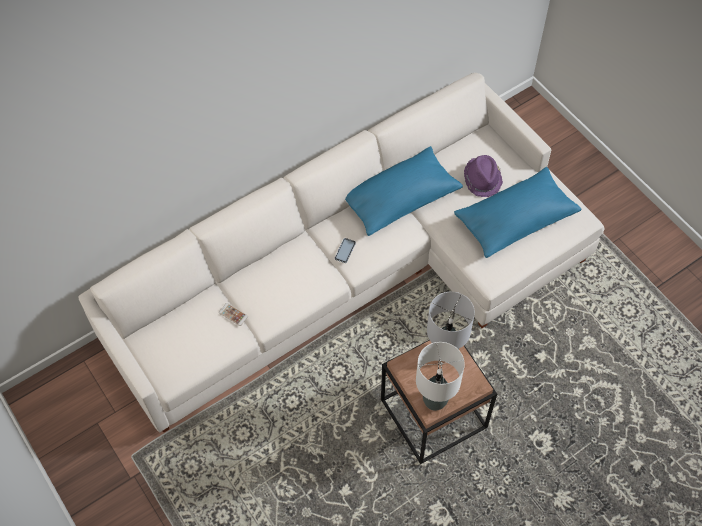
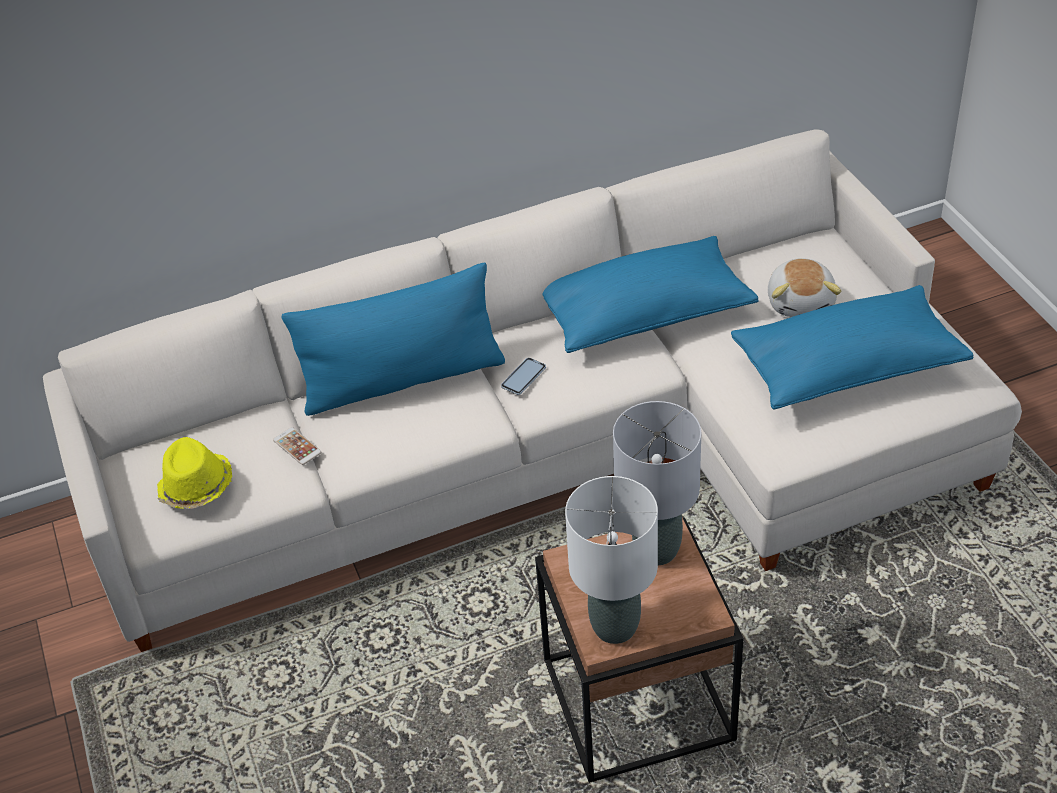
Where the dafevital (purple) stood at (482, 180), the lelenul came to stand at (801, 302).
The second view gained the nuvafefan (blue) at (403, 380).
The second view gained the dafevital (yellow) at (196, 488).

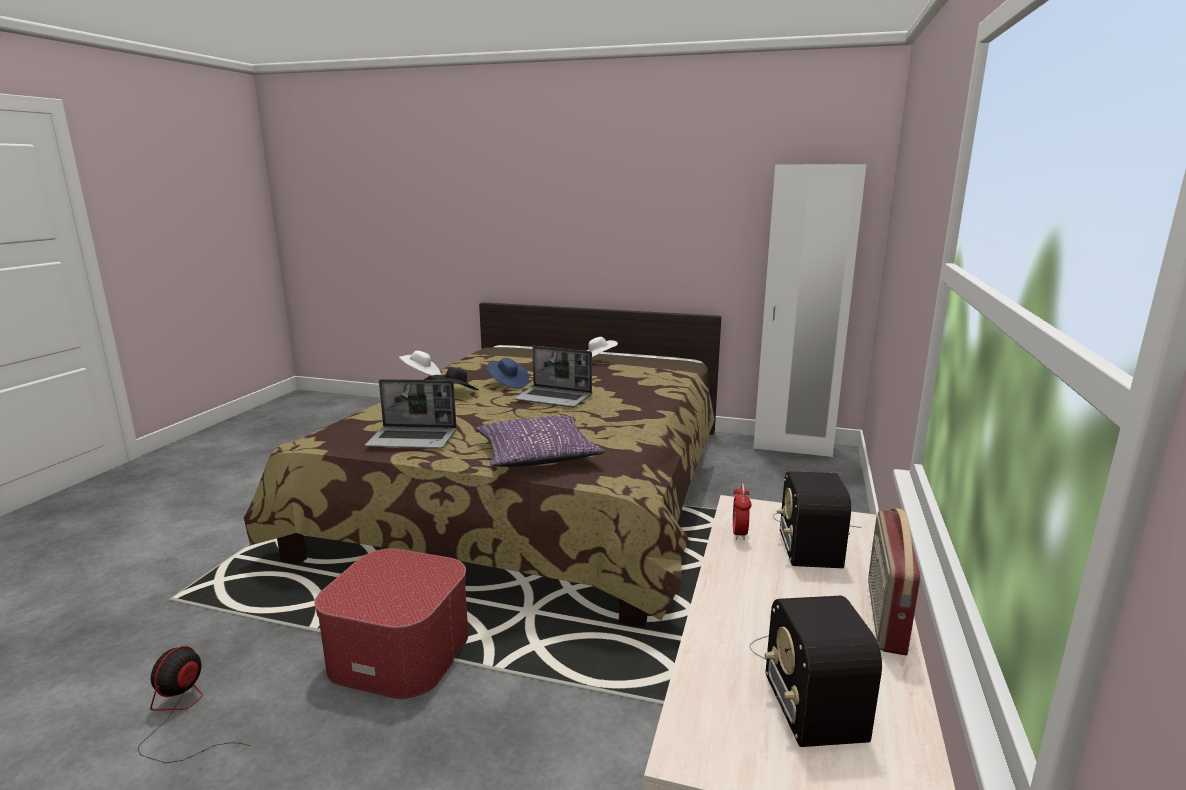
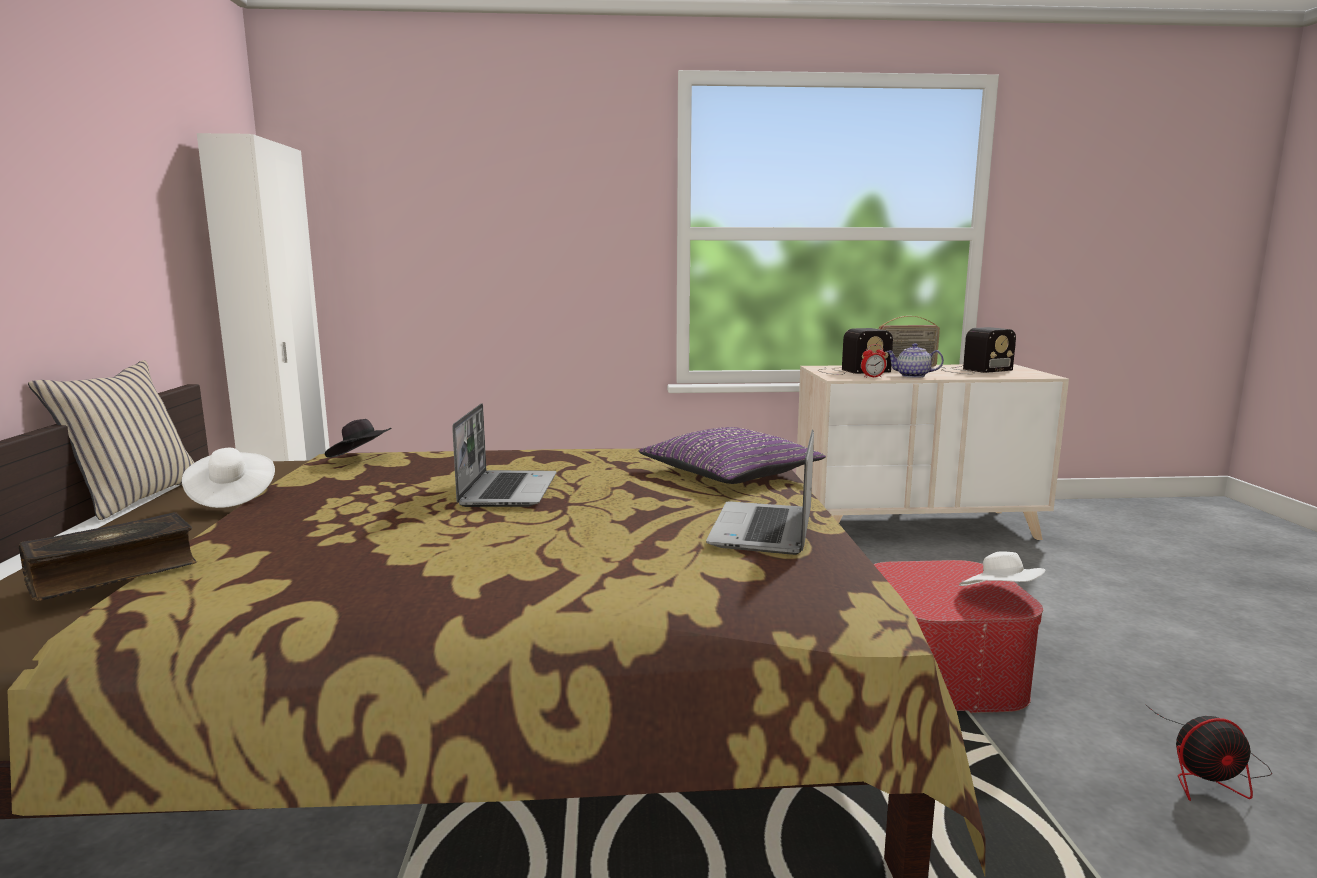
The dafevital (white) ended up elsewhere, having gone from (421, 375) to (1000, 597).
The second view lost the dafevital (blue) at (507, 384).
The dafevital (black) ended up elsewhere, having gone from (456, 393) to (361, 458).
The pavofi at (414, 439) ended up facing another way, 150 degrees counterclockwise from before.
The second view gained the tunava at (912, 376).
The second view gained the nuvafefan (beige) at (134, 497).
The second view gained the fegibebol at (113, 572).

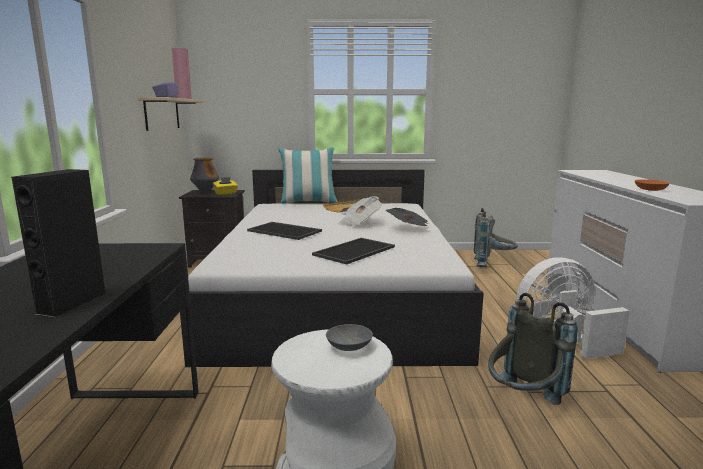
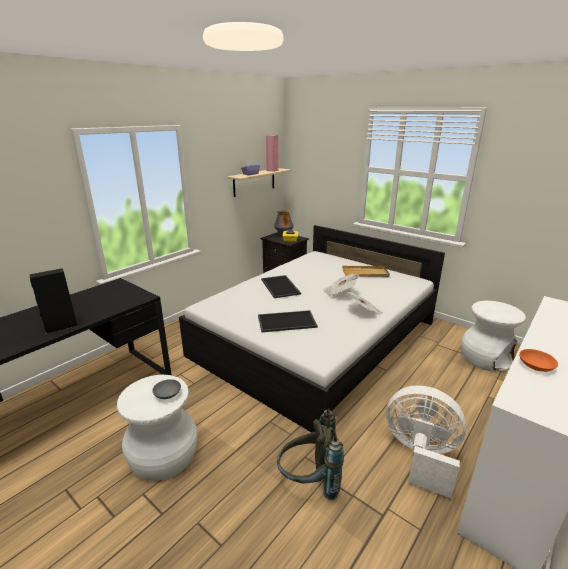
The second view lost the nuvafefan at (308, 202).
Where the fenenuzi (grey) stood at (492, 264), the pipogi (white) came to stand at (485, 357).

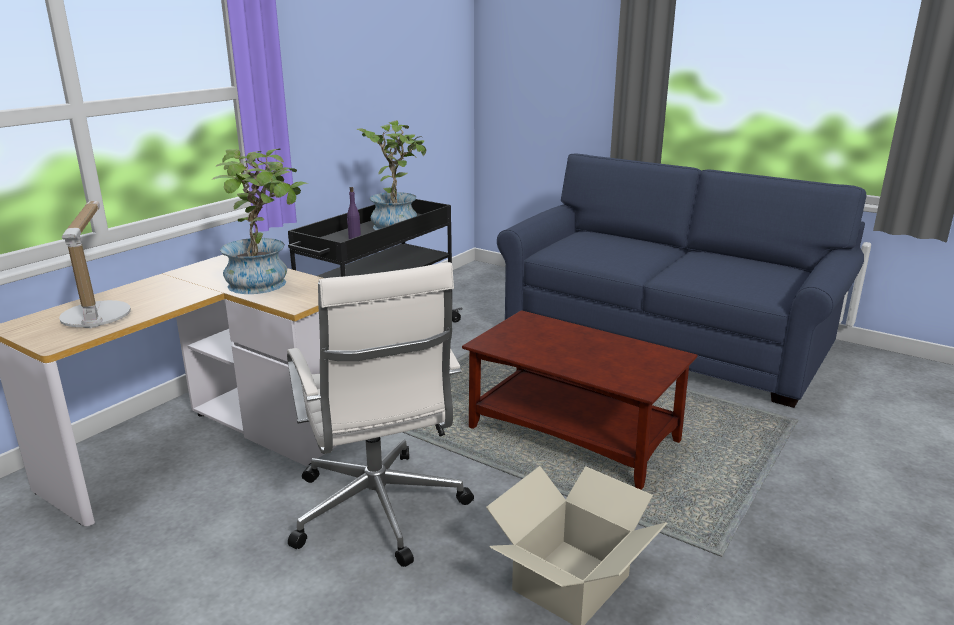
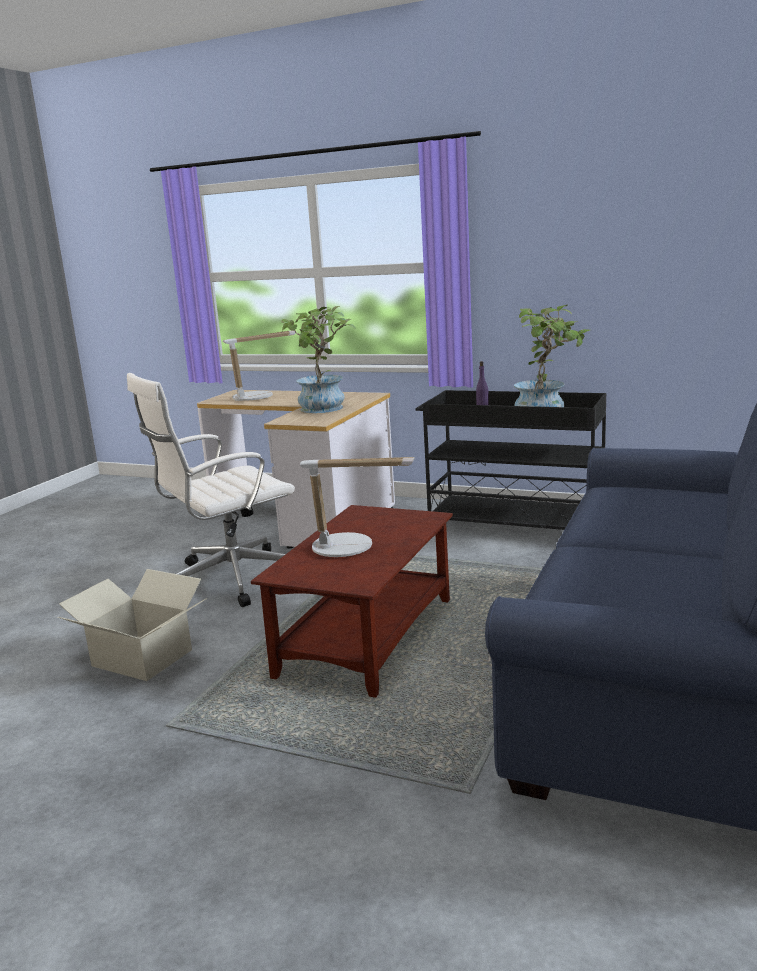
The second view gained the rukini at (350, 547).

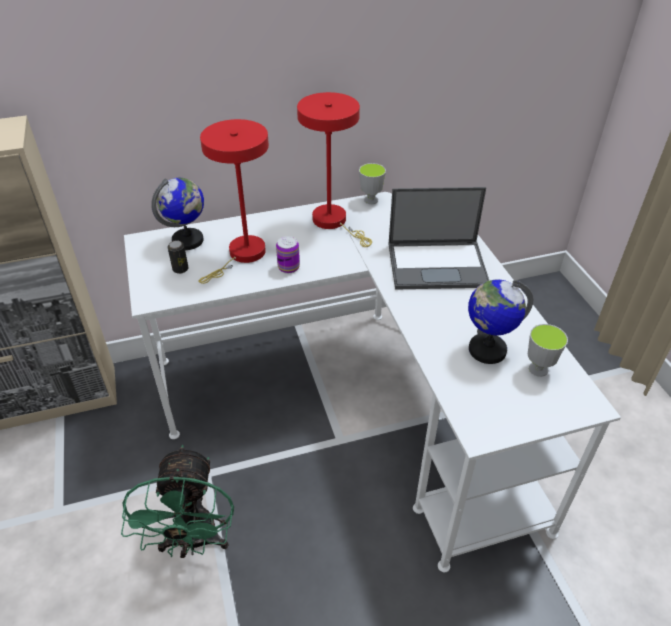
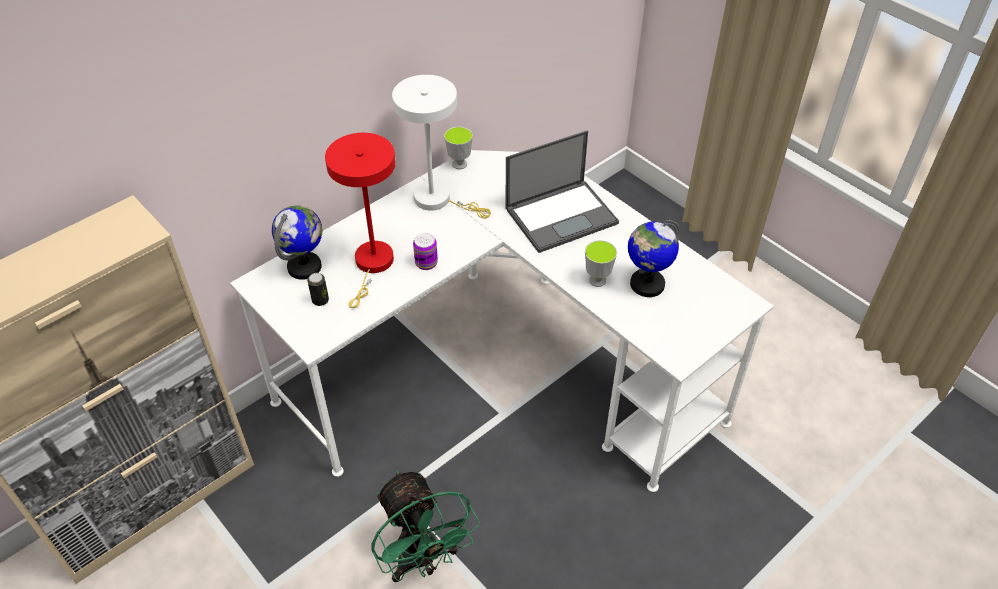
What was the rukini (red) at (334, 222) turned into the rukini (white) at (438, 200).
The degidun ended up elsewhere, having gone from (538, 369) to (597, 280).

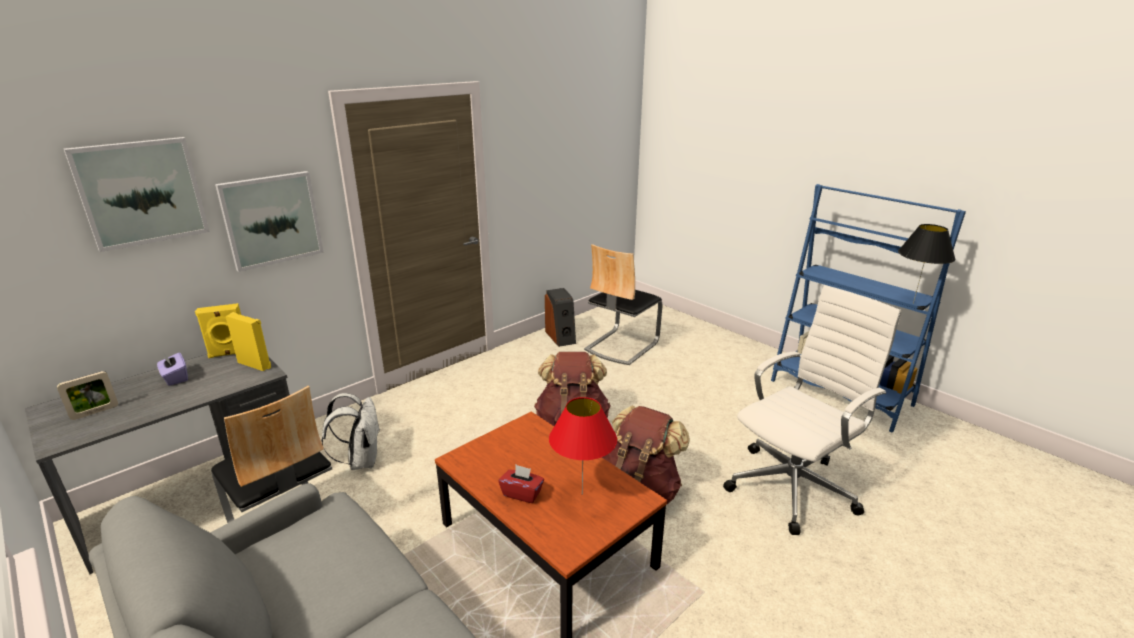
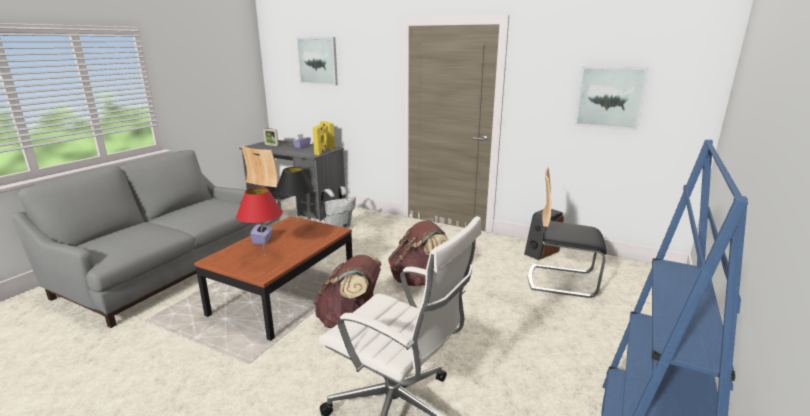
The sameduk ended up elsewhere, having gone from (271, 220) to (610, 97).
The rukini (black) ended up elsewhere, having gone from (913, 303) to (298, 227).
What was the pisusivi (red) at (522, 493) turned into the pisusivi (purple) at (263, 240).

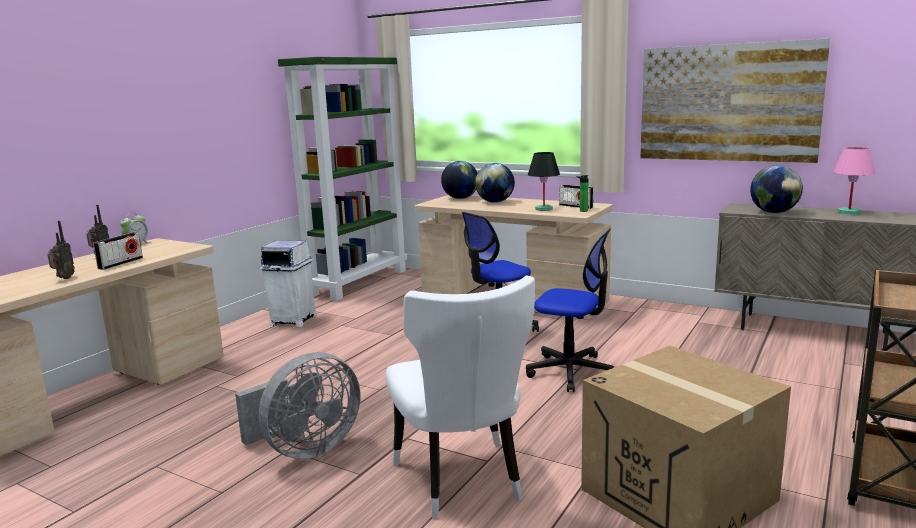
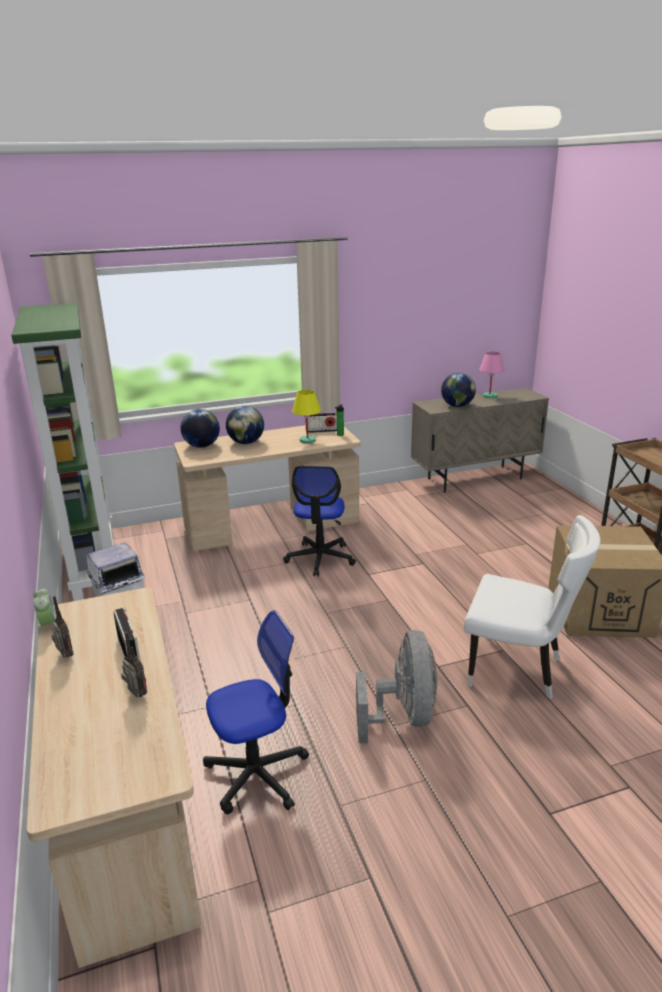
The second view lost the sameduk at (728, 103).
What was the rukini (black) at (543, 209) turned into the rukini (yellow) at (307, 440).
The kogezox ended up elsewhere, having gone from (571, 371) to (257, 774).

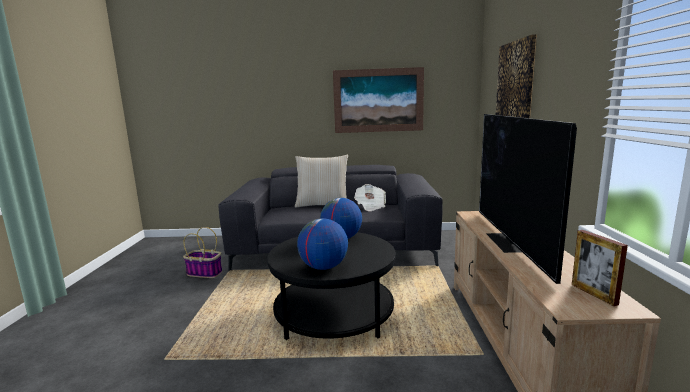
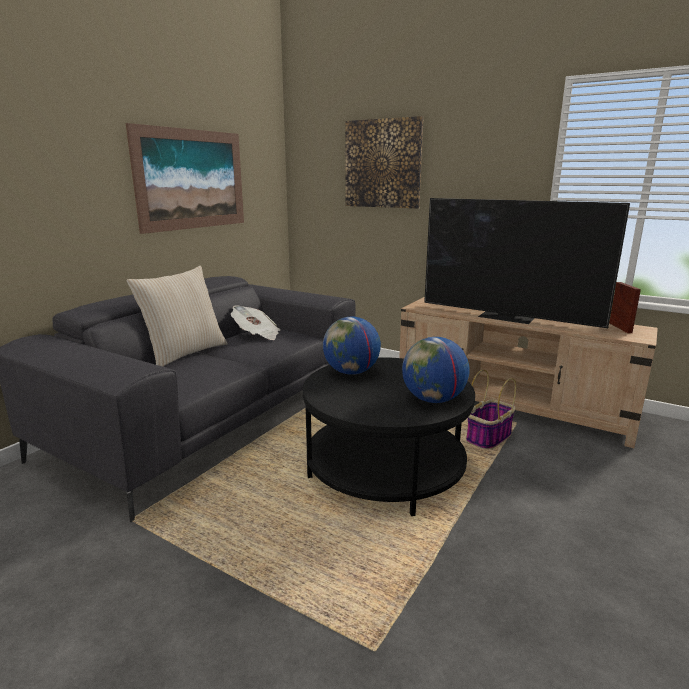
The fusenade ended up elsewhere, having gone from (205, 273) to (488, 437).
The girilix at (593, 294) ended up facing another way, 105 degrees counterclockwise from before.

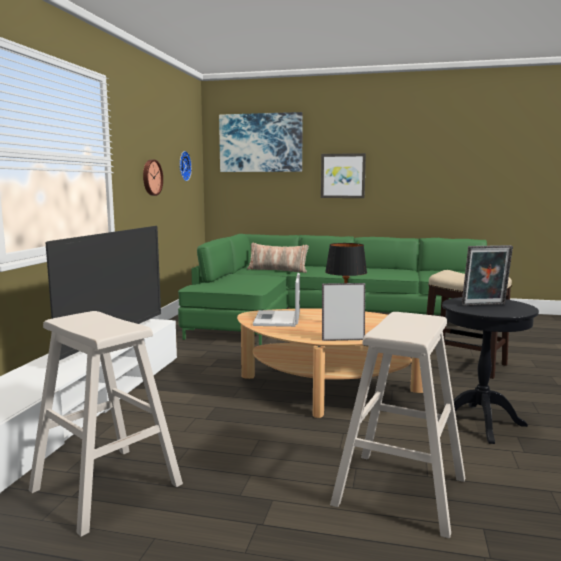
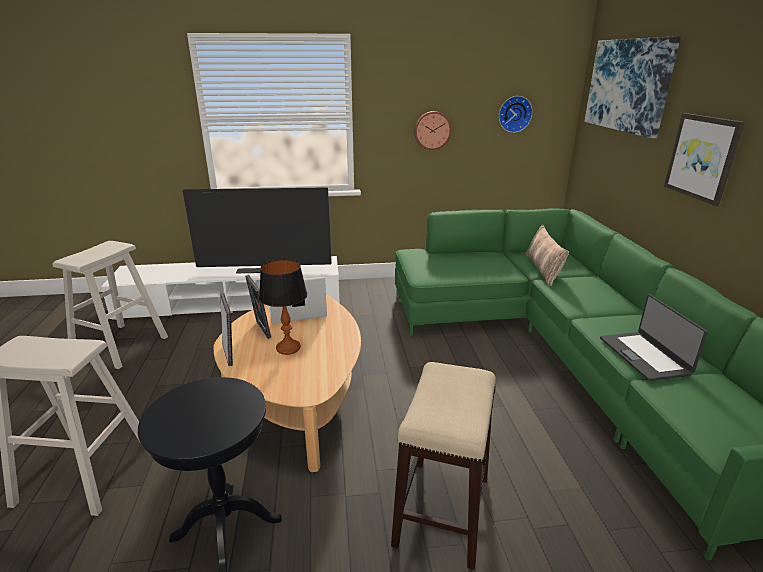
The girilix ended up elsewhere, having gone from (484, 305) to (261, 330).
The second view gained the pavofi at (645, 355).

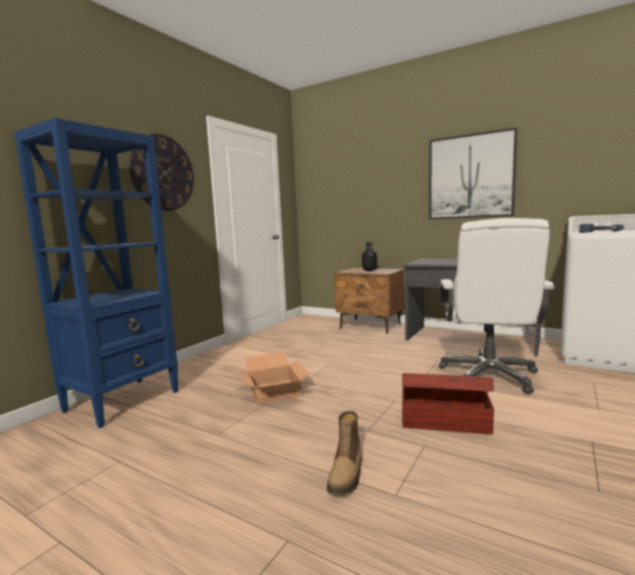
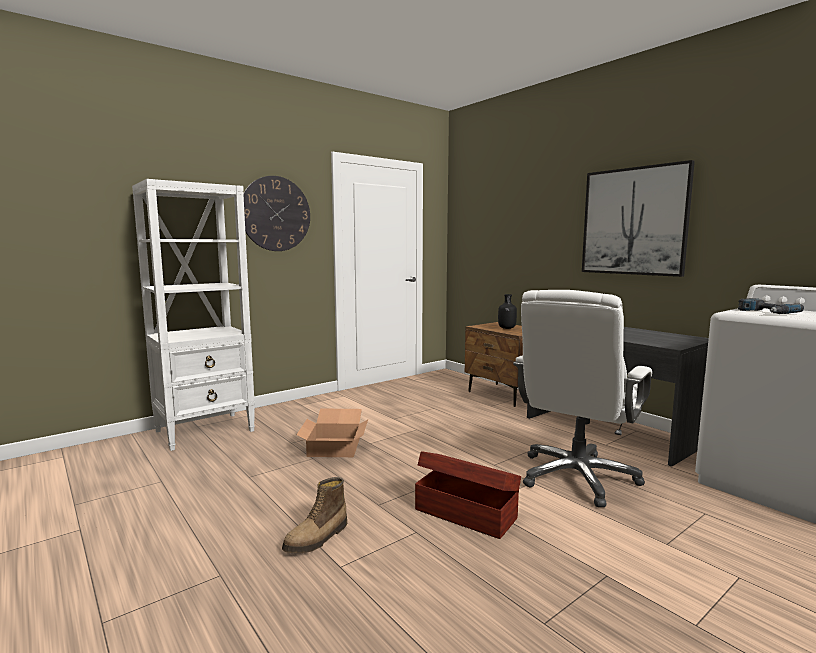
What was the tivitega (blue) at (124, 401) turned into the tivitega (white) at (206, 431).

